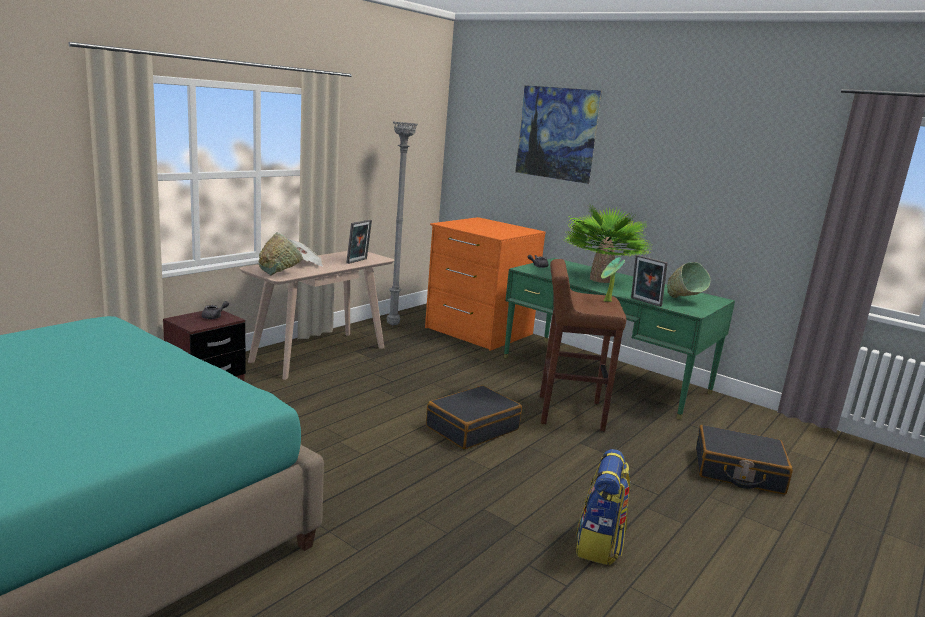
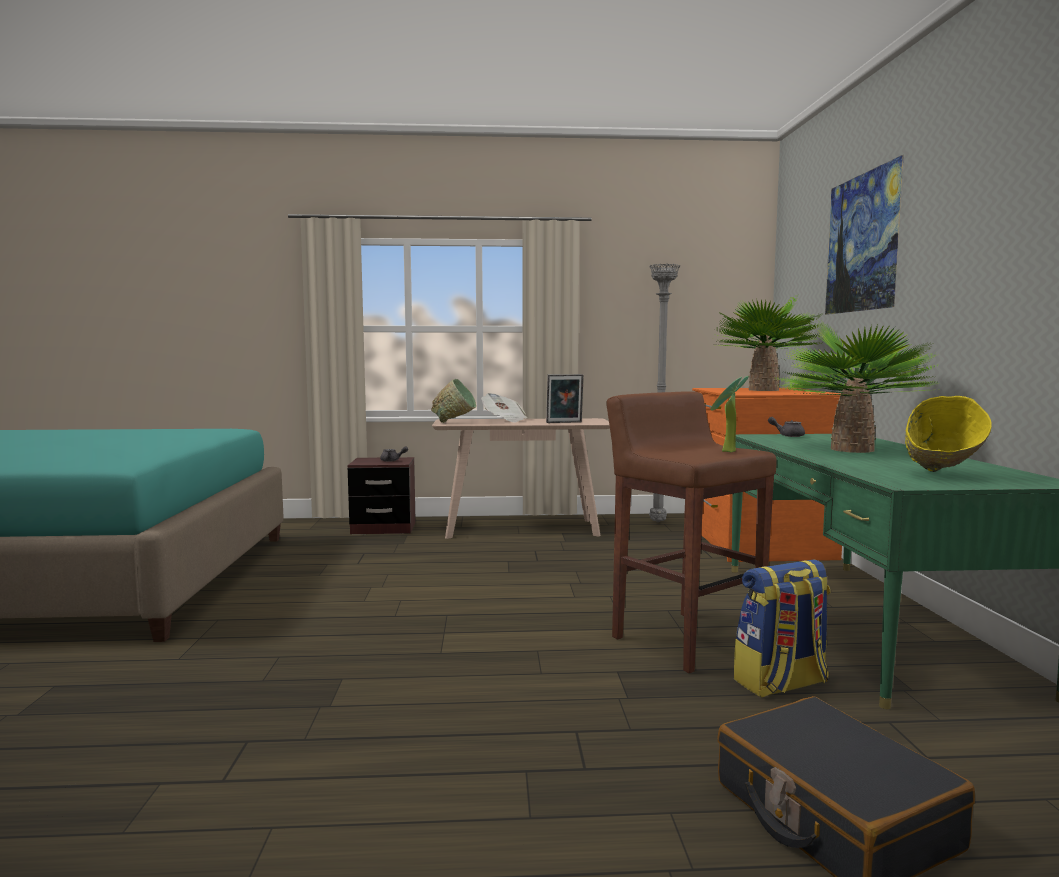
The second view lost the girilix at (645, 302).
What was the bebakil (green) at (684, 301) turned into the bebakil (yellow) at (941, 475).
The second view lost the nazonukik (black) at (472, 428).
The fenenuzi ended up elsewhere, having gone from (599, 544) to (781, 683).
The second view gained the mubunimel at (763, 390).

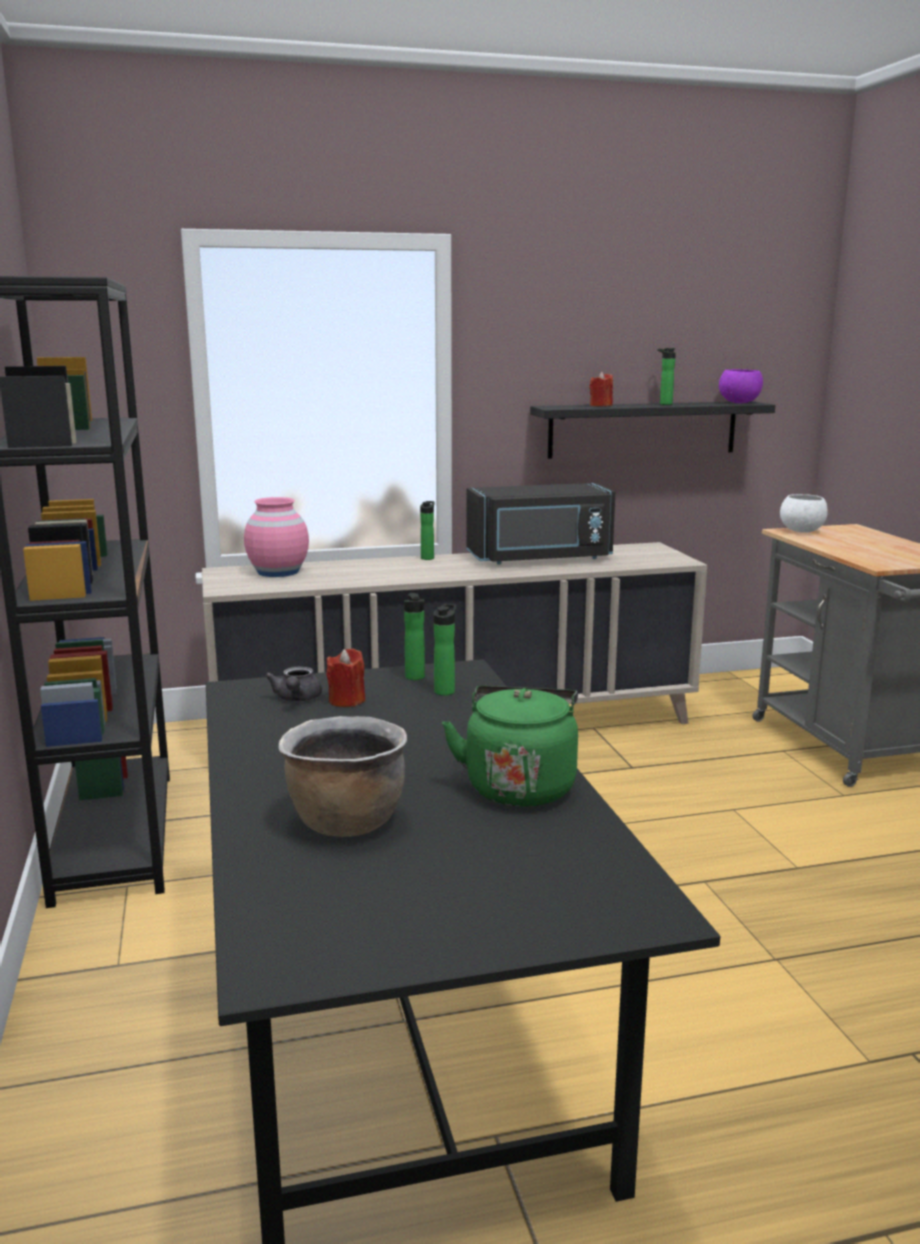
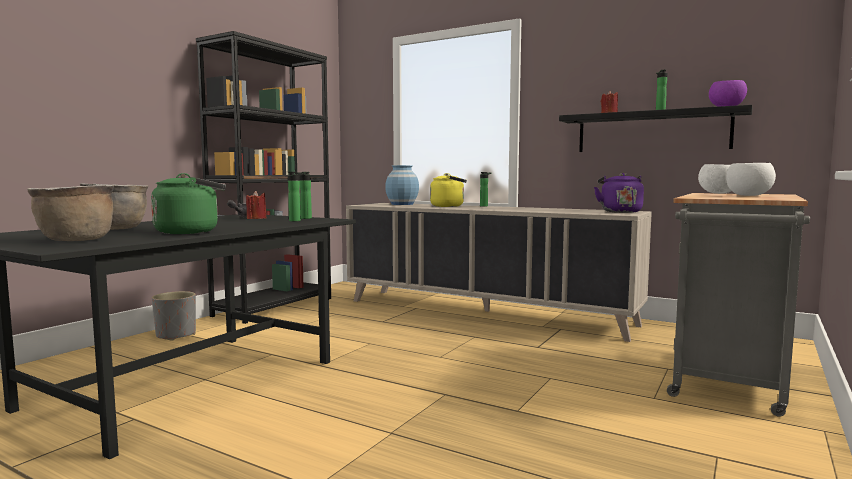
The second view lost the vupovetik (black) at (540, 558).
What was the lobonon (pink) at (278, 572) turned into the lobonon (blue) at (402, 204).
The second view gained the bebakil (white) at (748, 195).
The second view gained the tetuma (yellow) at (449, 206).
The second view gained the tetuma (purple) at (619, 211).
The second view gained the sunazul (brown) at (75, 240).
The second view gained the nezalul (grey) at (176, 335).

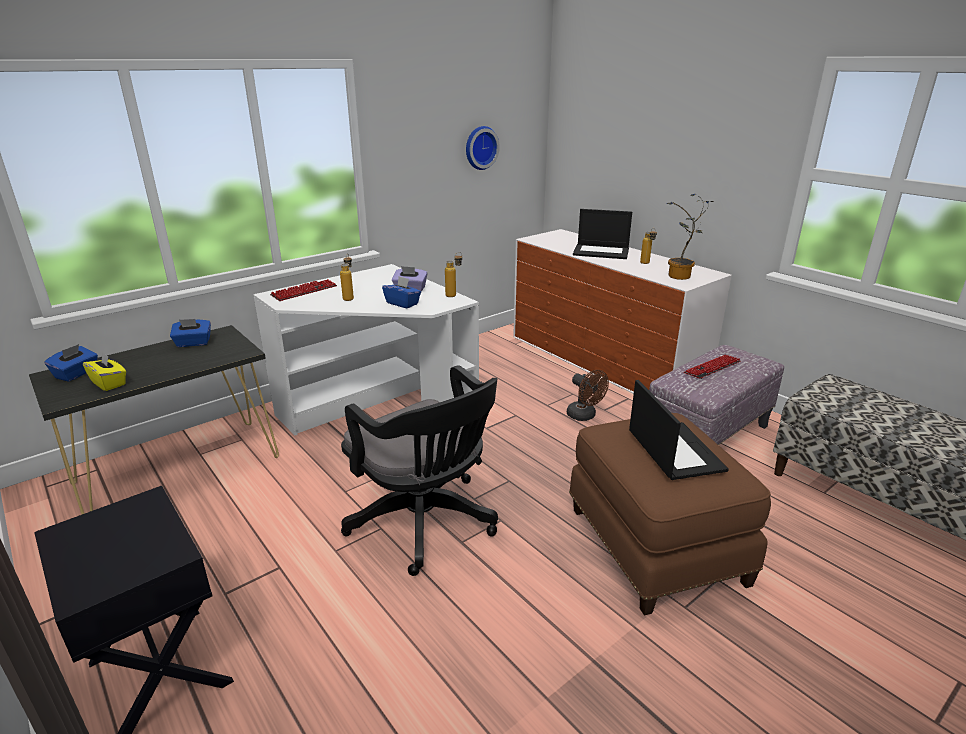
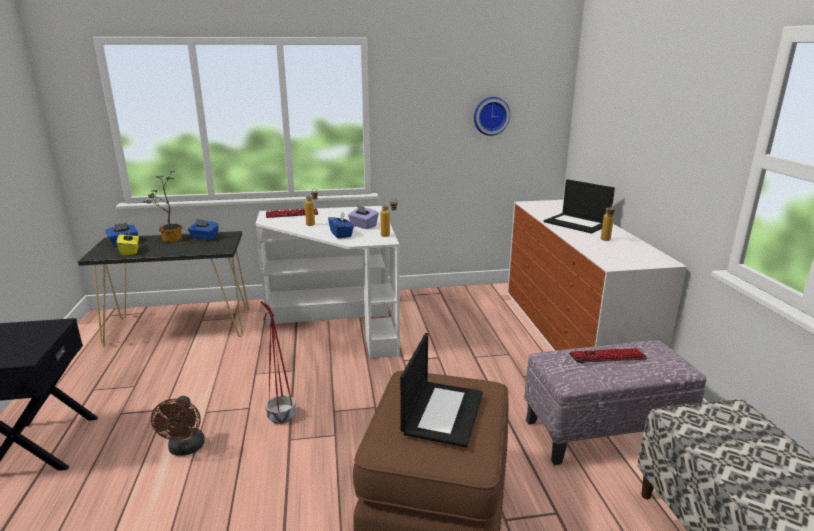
The mubunimel ended up elsewhere, having gone from (680, 277) to (169, 240).
Where the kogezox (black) stood at (426, 524), the nezalul (red) came to stand at (281, 416).
The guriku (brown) ended up elsewhere, having gone from (584, 416) to (185, 449).

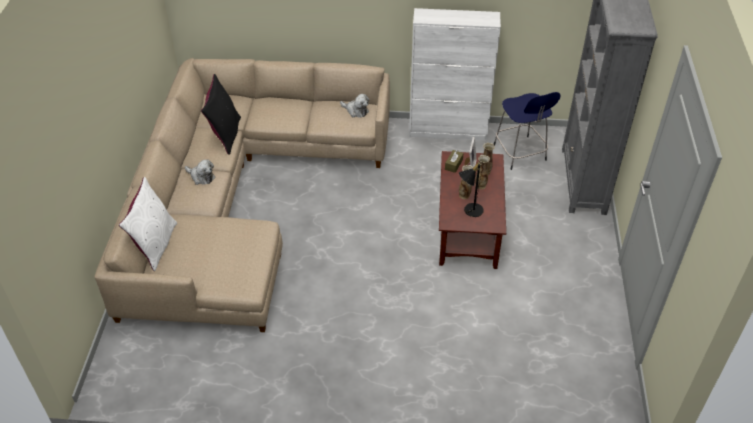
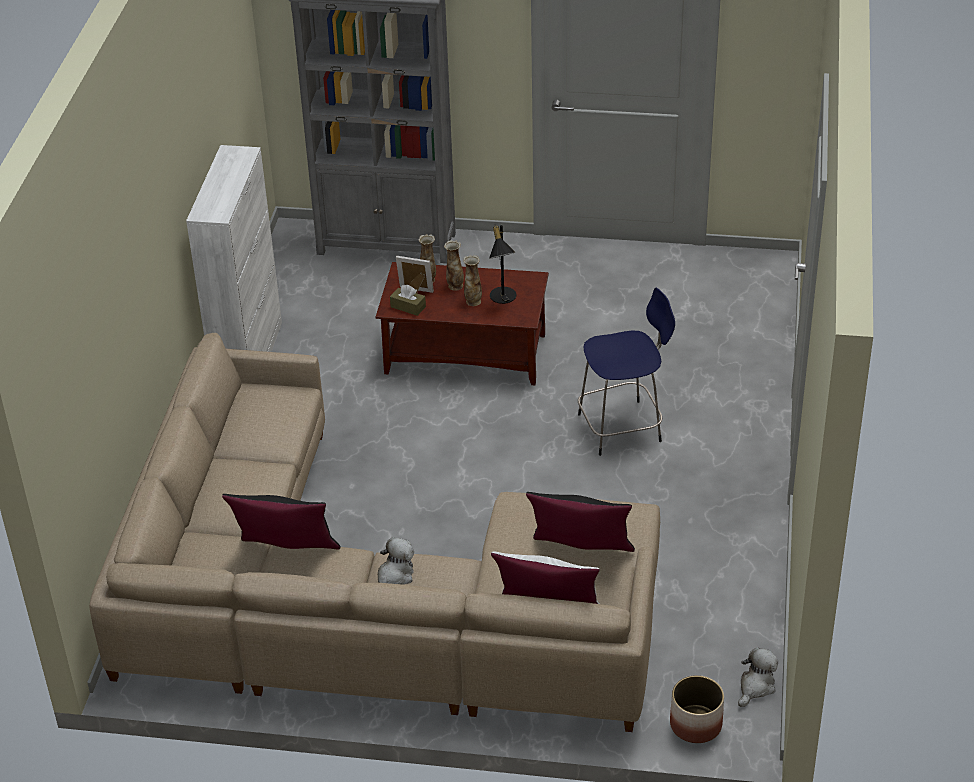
The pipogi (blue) ended up elsewhere, having gone from (520, 154) to (622, 427).
The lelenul ended up elsewhere, having gone from (356, 111) to (756, 686).
The second view gained the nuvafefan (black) at (581, 556).
The second view gained the nezalul at (695, 724).

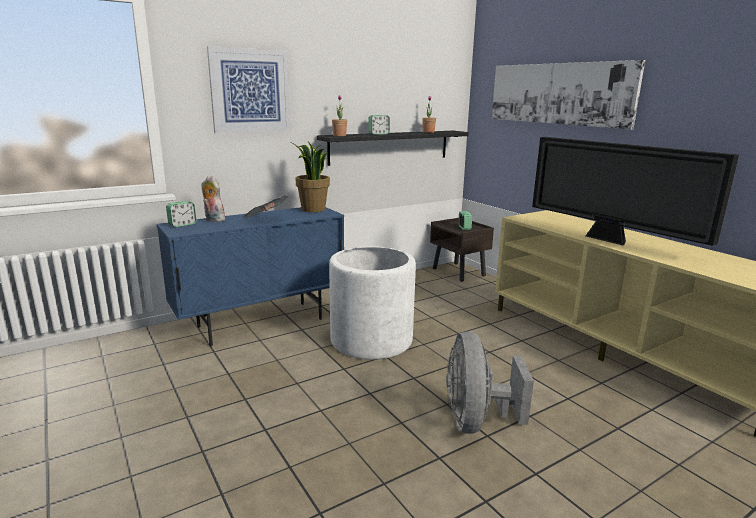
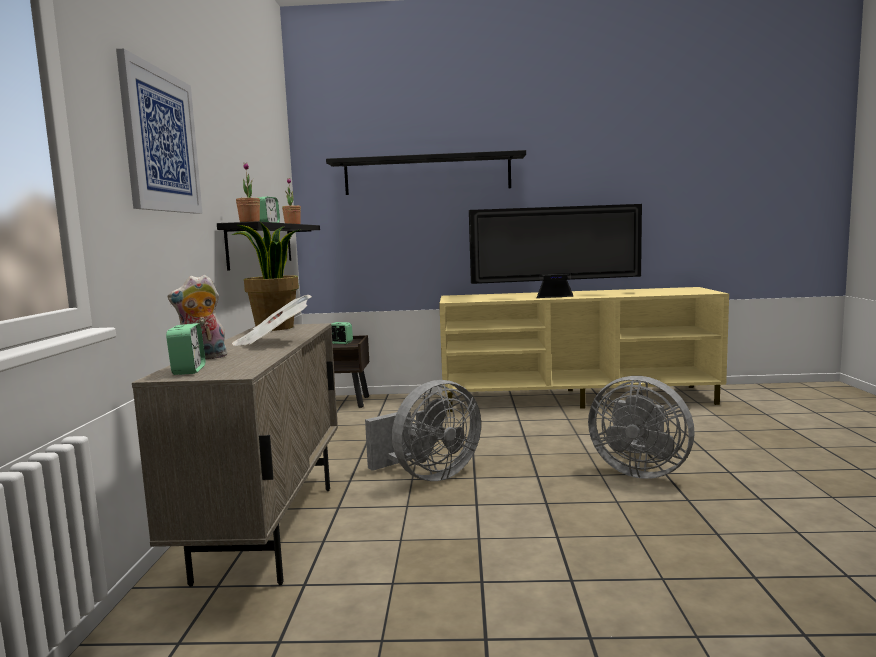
Where the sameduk hung at (558, 93), the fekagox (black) came to hang at (427, 174).
What was the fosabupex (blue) at (261, 323) turned into the fosabupex (beige) at (270, 530).
Where the nezalul (white) stood at (371, 340), the guriku (grey) came to stand at (429, 475).

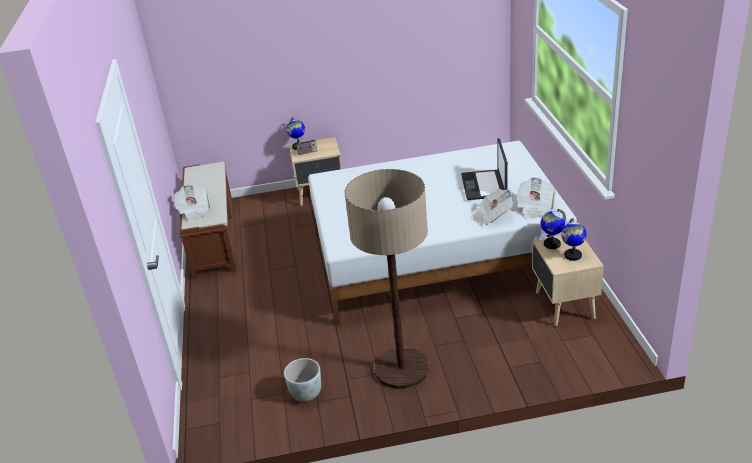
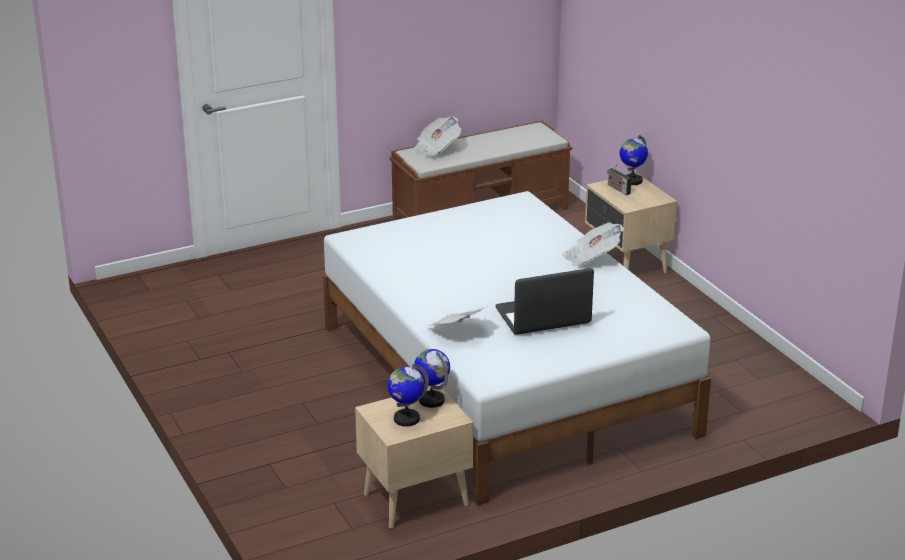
The second view lost the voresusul at (401, 369).
The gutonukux ended up elsewhere, having gone from (535, 208) to (591, 258).
The second view lost the nezalul (grey) at (305, 394).

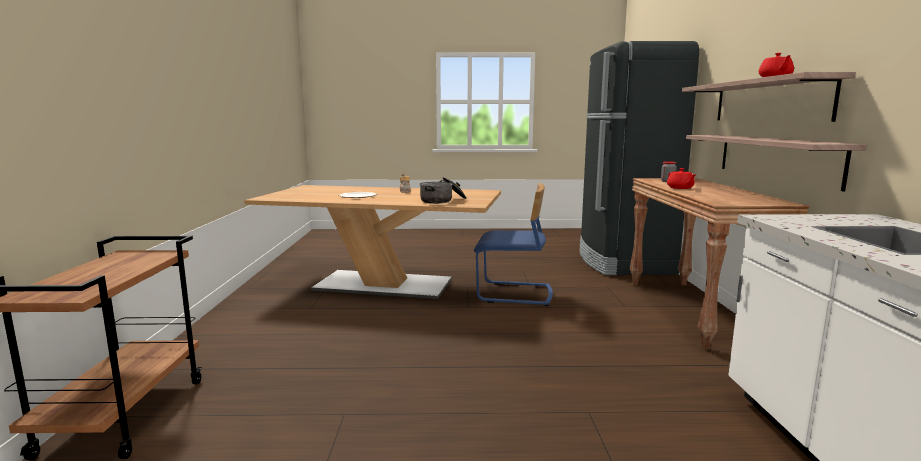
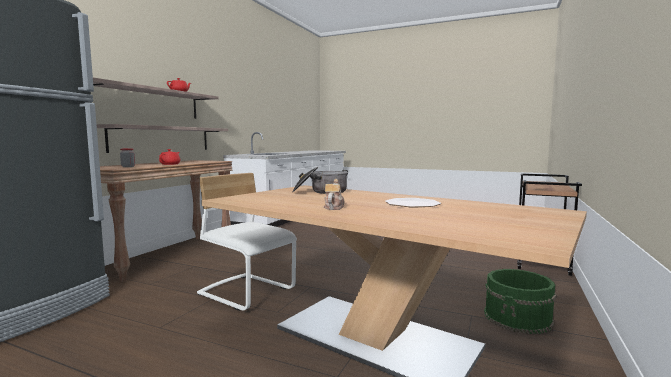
What was the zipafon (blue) at (514, 294) turned into the zipafon (white) at (247, 292).
The second view gained the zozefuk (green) at (518, 318).

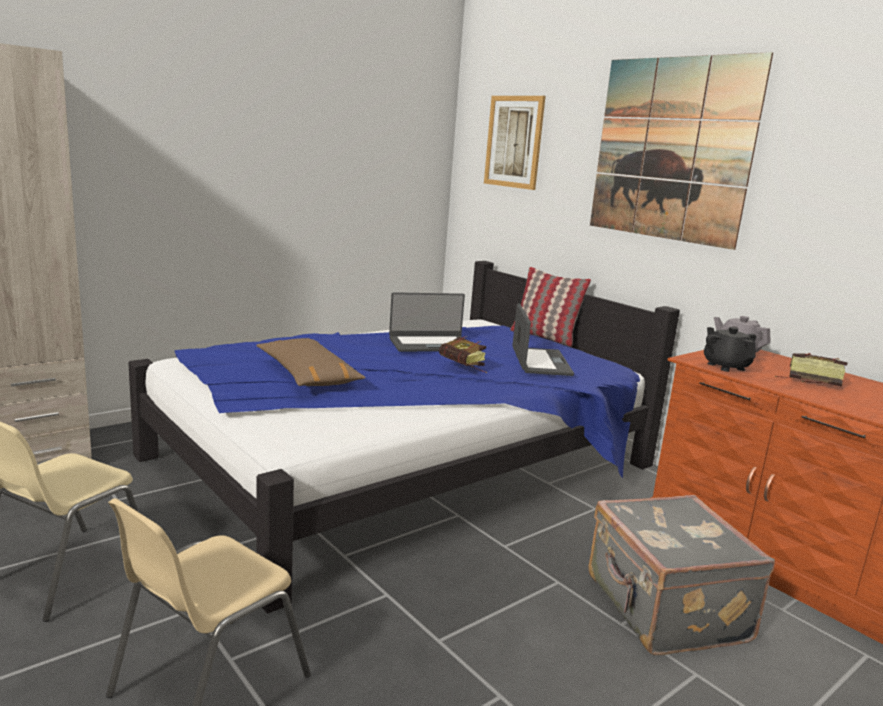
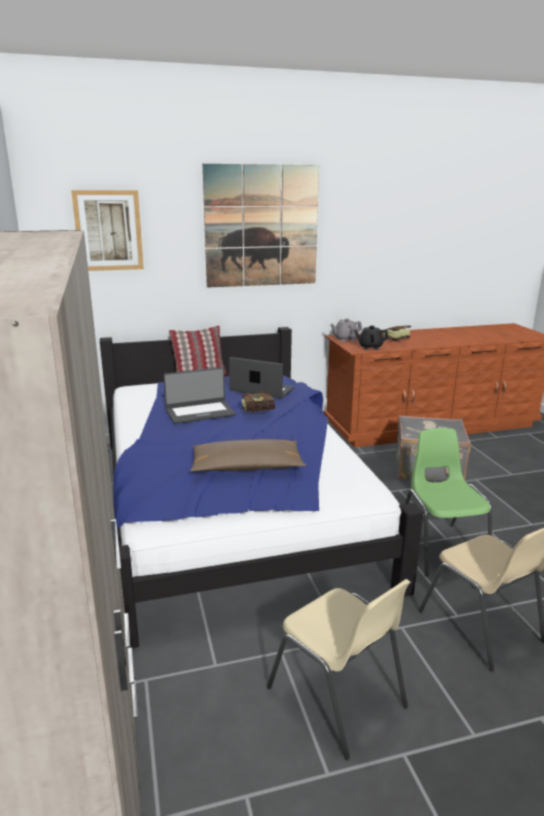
The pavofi at (430, 344) ended up facing another way, 60 degrees clockwise from before.
The second view gained the zipafon (green) at (440, 548).

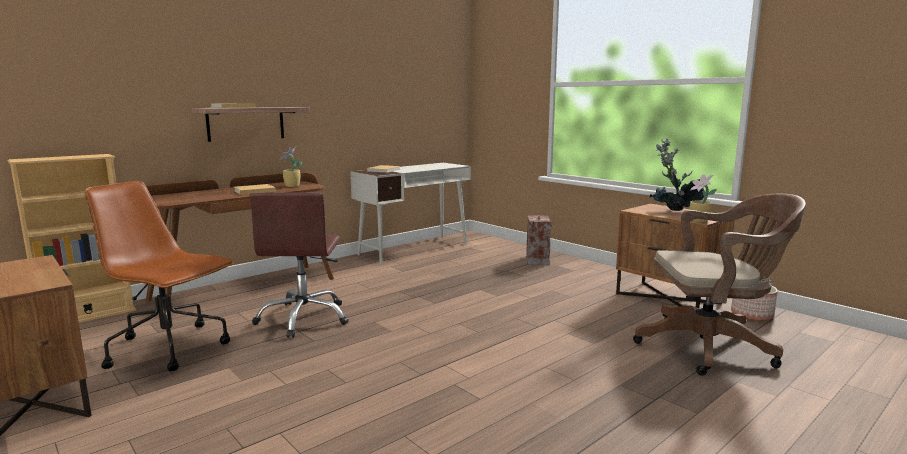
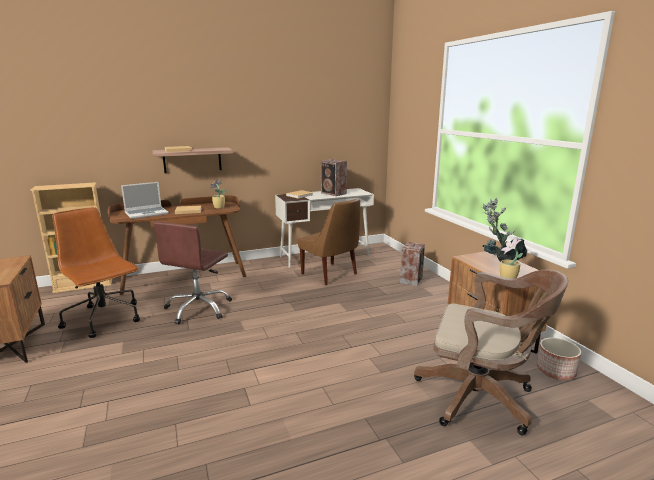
The second view gained the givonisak at (334, 193).
The second view gained the pavofi at (147, 213).
The second view gained the zipafon (brown) at (330, 274).

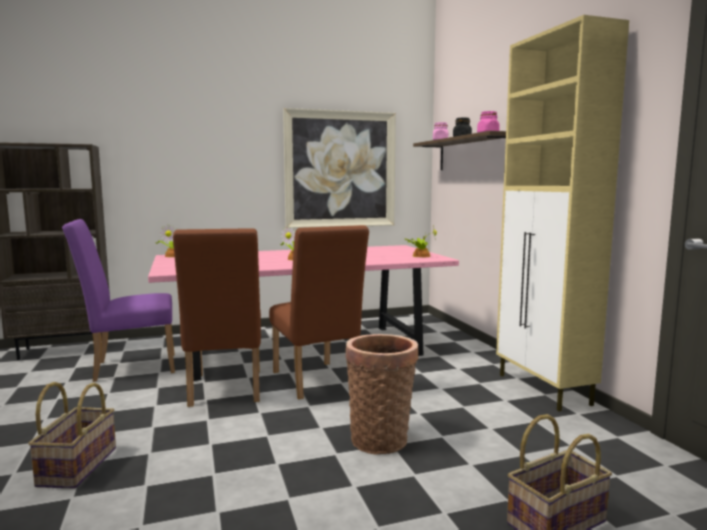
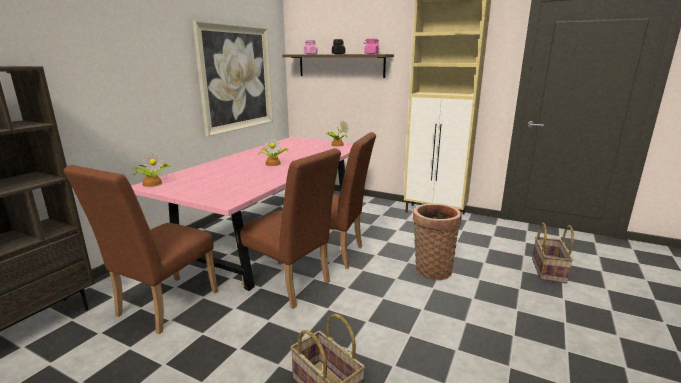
What was the zipafon (purple) at (128, 367) turned into the zipafon (brown) at (162, 307).

